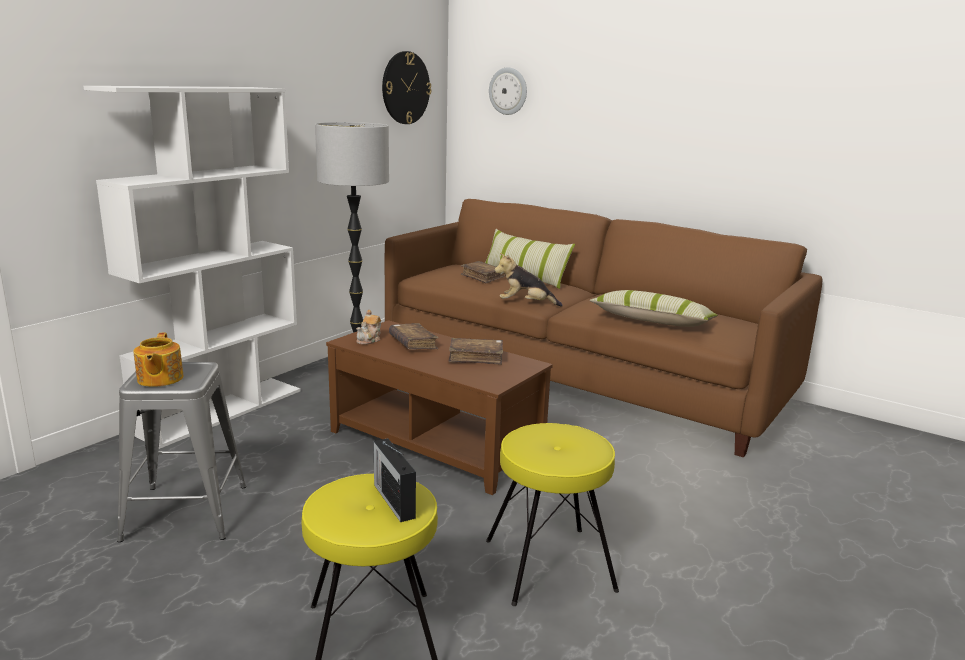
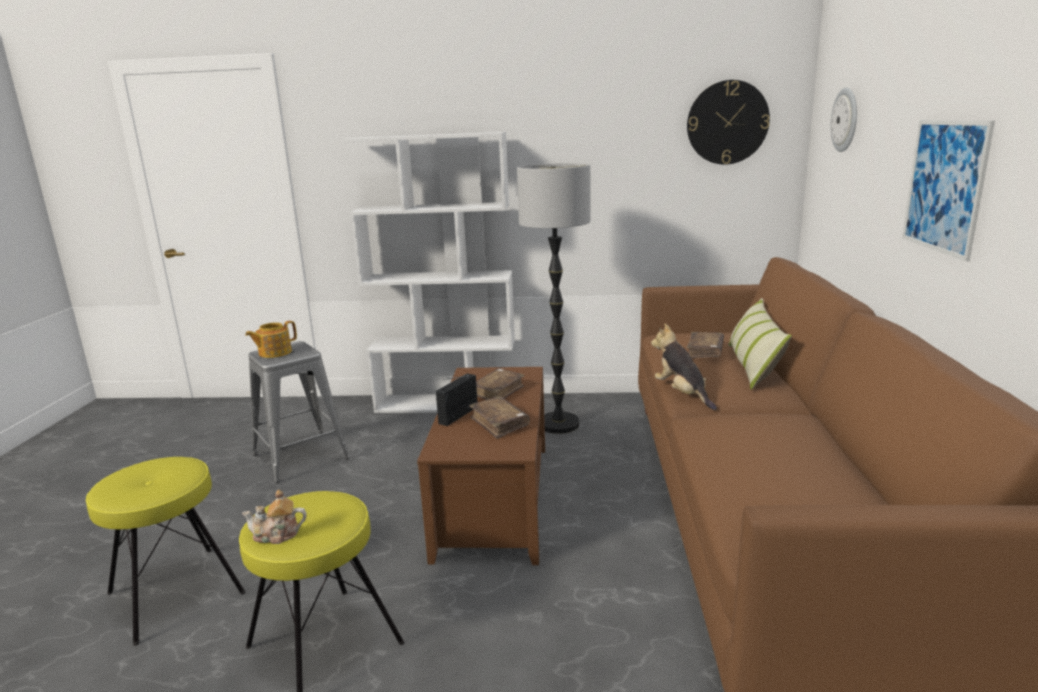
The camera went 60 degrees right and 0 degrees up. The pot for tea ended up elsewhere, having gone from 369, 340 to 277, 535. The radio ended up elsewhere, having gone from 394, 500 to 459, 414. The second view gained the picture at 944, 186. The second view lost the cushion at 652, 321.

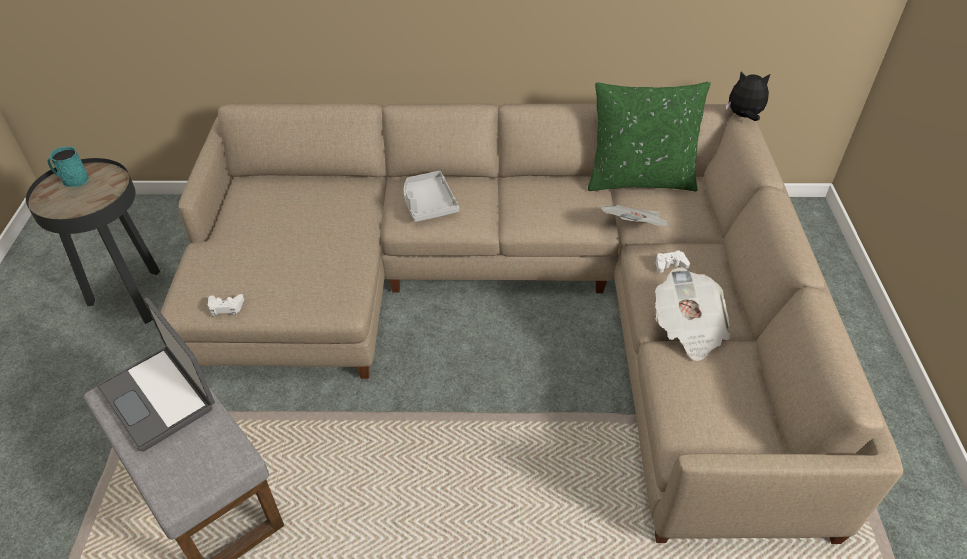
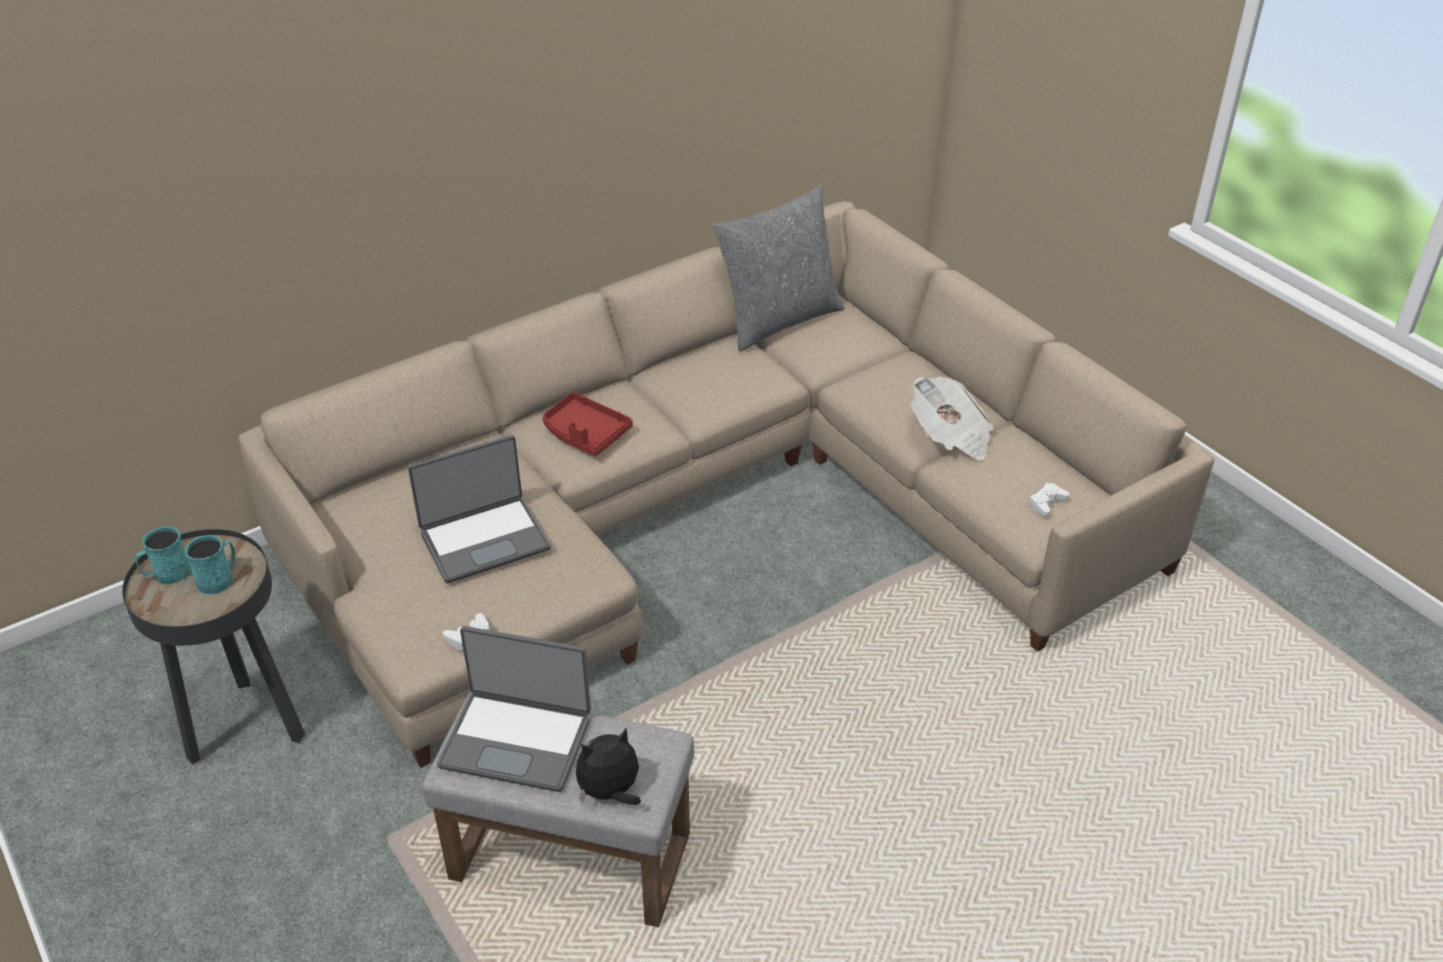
The camera went 35 degrees left and 5 degrees down. The second view gained the mug (turquoise-coloured) at 219, 578. The second view gained the laptop at 484, 539. What was the carrying tray (grey) at 428, 203 turned into the carrying tray (reddish) at 585, 434. The cuddly toy ended up elsewhere, having gone from 743, 116 to 610, 792. What was the cushion (green-coloured) at 639, 179 turned into the cushion (grey) at 778, 320. The gamepad (whitish) ended up elsewhere, having gone from 670, 264 to 1046, 503. The second view lost the daily paper at 634, 229.

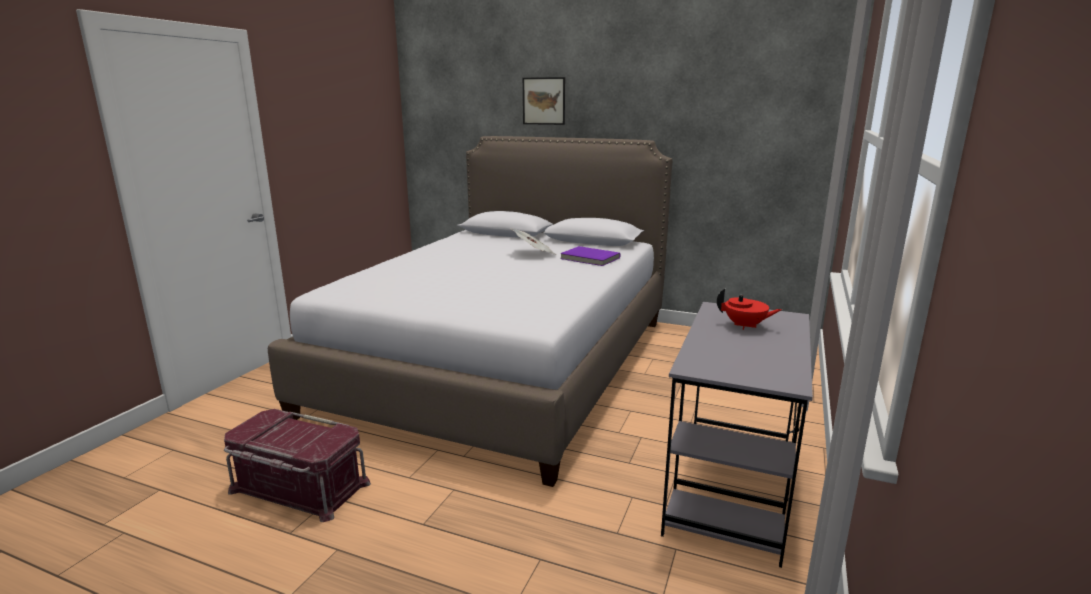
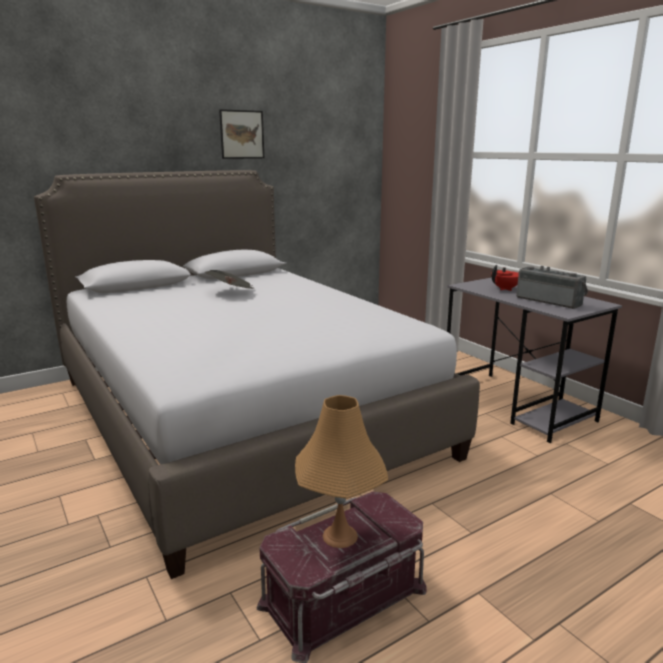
The camera went 55 degrees left and 0 degrees up. The picture ended up elsewhere, having gone from 544, 101 to 242, 134. The second view gained the table lamp (orange-coloured) at 340, 535. The second view gained the radio at 550, 301. The second view lost the volume (purple-coloured) at 589, 258.

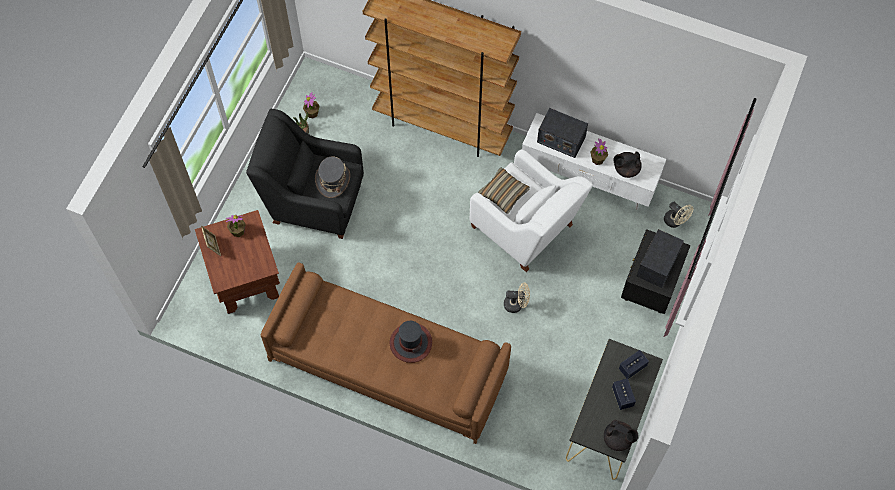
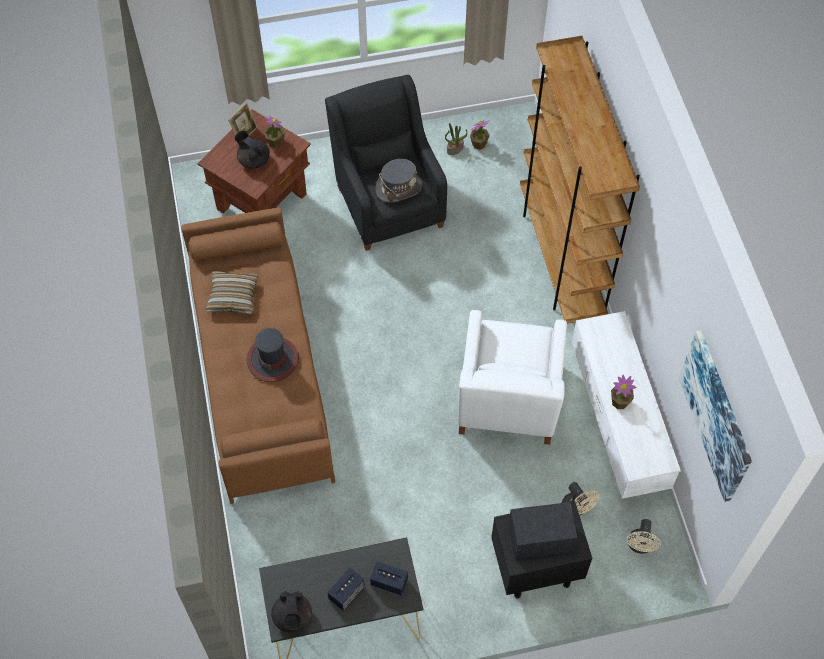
The camera went 55 degrees right and 5 degrees down. The cushion ended up elsewhere, having gone from 504, 193 to 233, 297. The pot for tea (blackish) ended up elsewhere, having gone from 626, 169 to 253, 160. The electric fan (beige) ended up elsewhere, having gone from 516, 304 to 577, 508. The second view gained the picture at 716, 416. The second view lost the radio at 560, 139.

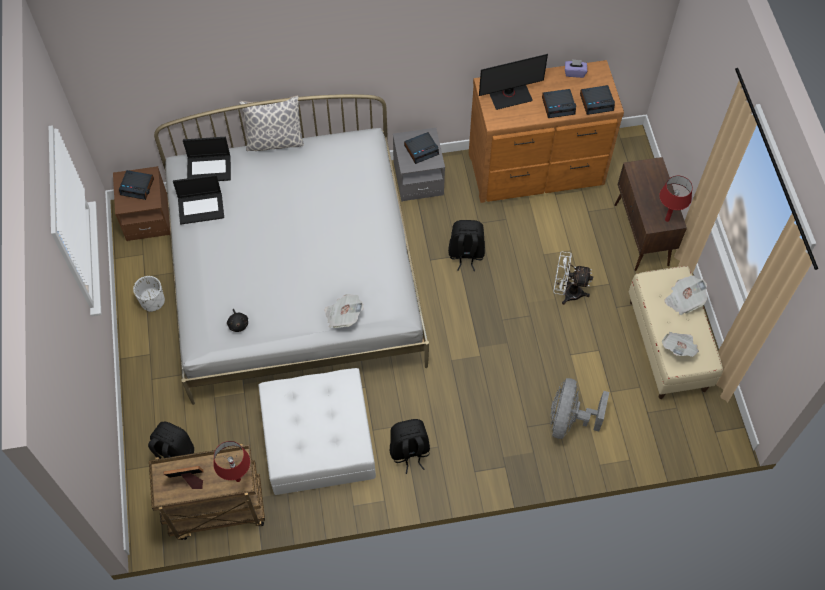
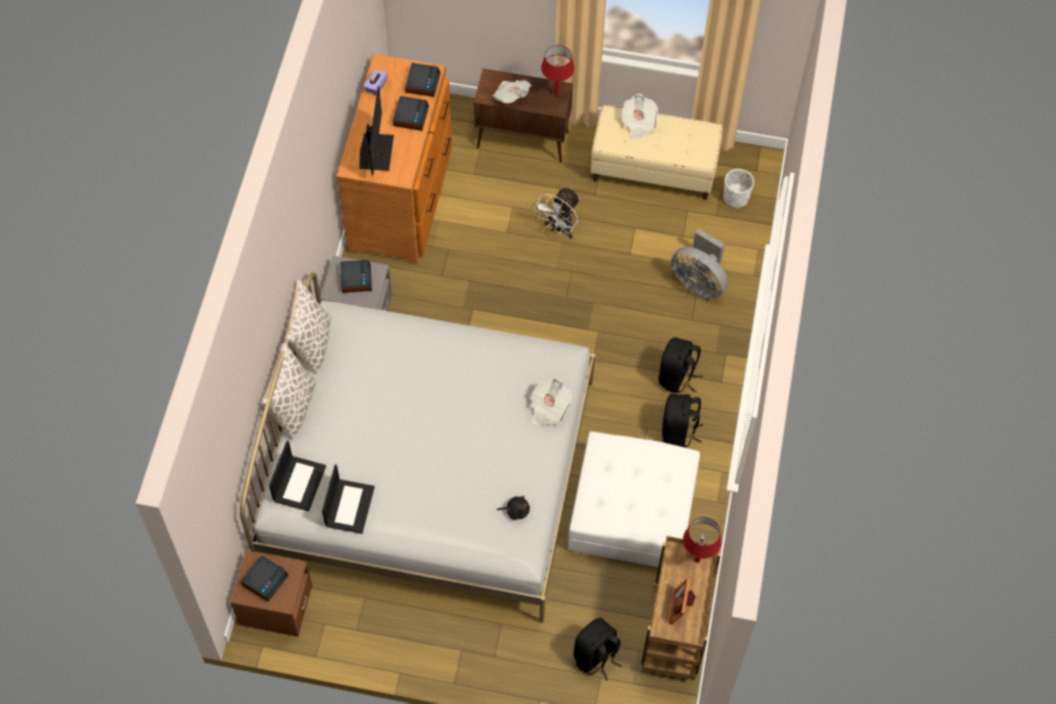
The camera went 70 degrees left and 0 degrees up. The second view gained the cushion at 311, 343. The daily paper ended up elsewhere, having gone from 679, 348 to 511, 96. The knapsack (blackish) ended up elsewhere, having gone from 466, 254 to 677, 377. The planter (whitish) ended up elsewhere, having gone from 152, 301 to 735, 198.

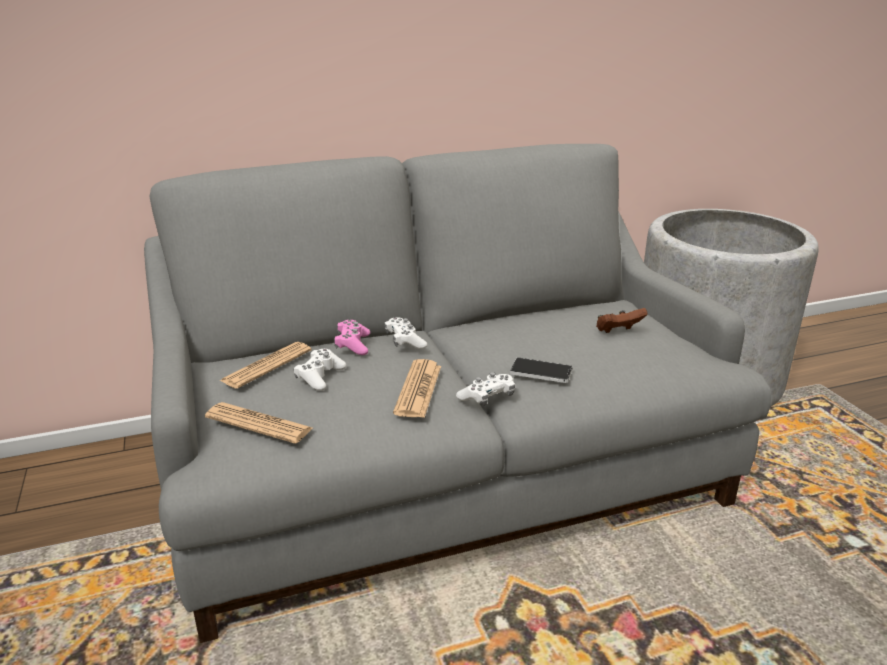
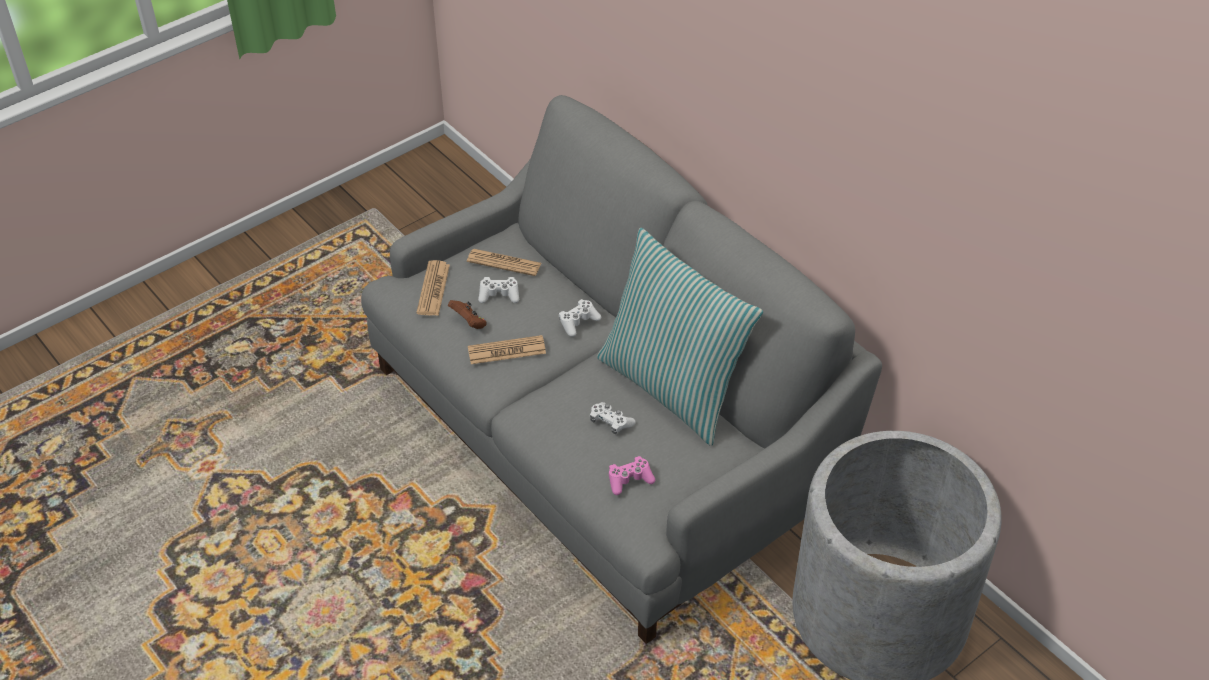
The camera went 70 degrees right and 20 degrees up. The gamepad (brown-coloured) ended up elsewhere, having gone from 618, 332 to 469, 323. The gamepad (whitish) ended up elsewhere, having gone from 487, 398 to 610, 422. The second view gained the cushion at 673, 387. The gamepad (pink) ended up elsewhere, having gone from 353, 345 to 629, 480. The second view lost the handset at 541, 372.

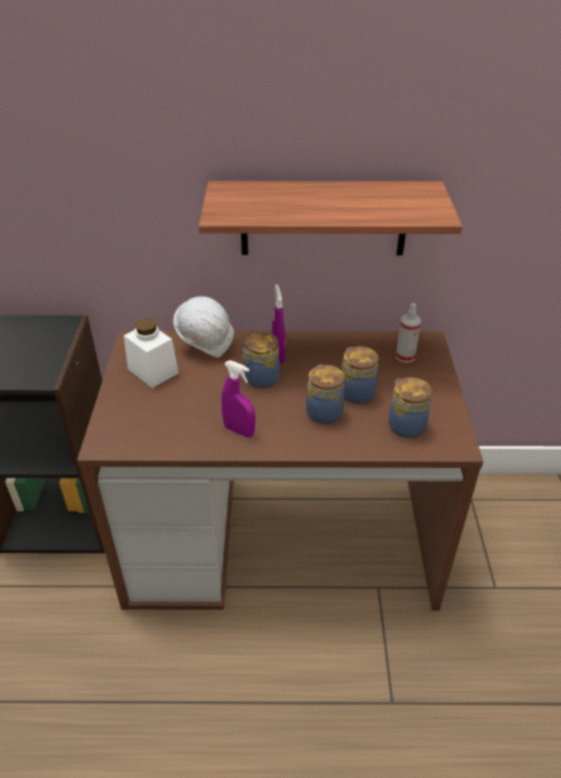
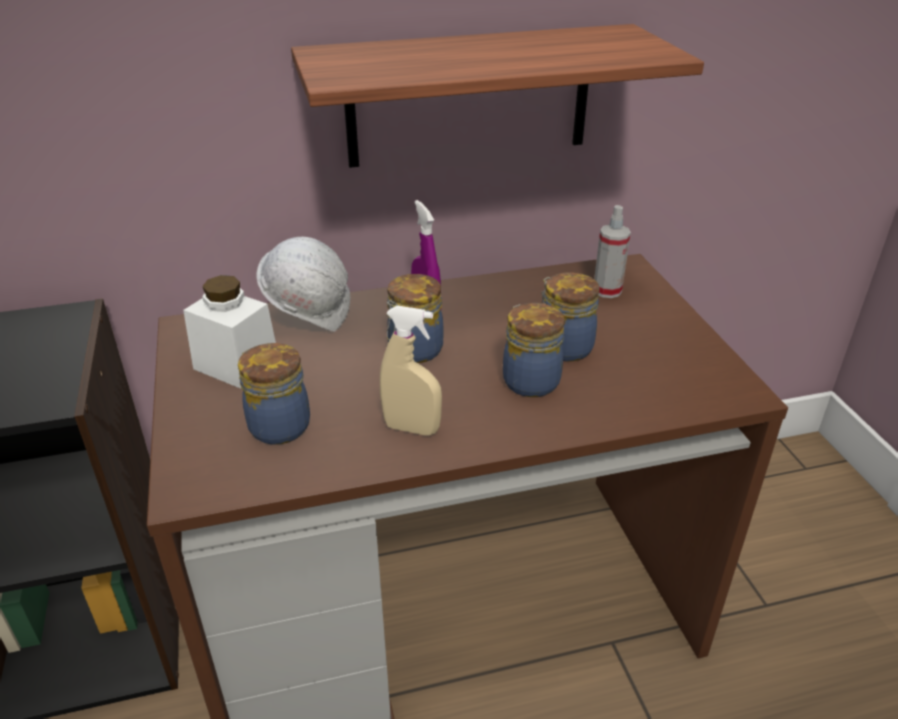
The camera went 15 degrees left and 5 degrees down. The jar ended up elsewhere, having gone from 405, 425 to 277, 425. What was the hand sprayer (purple-coloured) at 239, 430 turned into the hand sprayer (beige) at 411, 428.

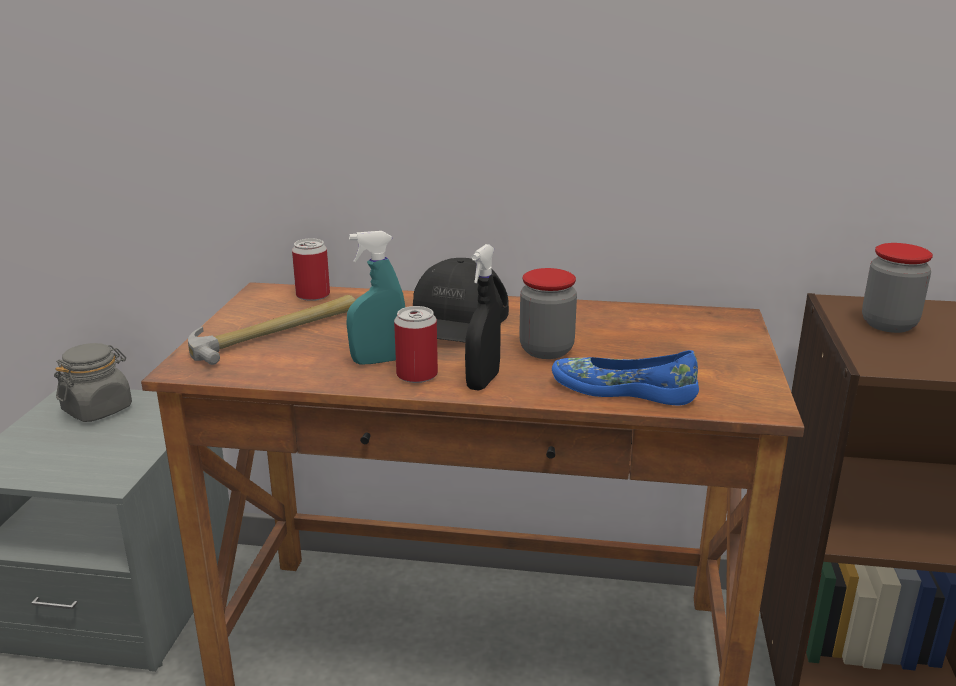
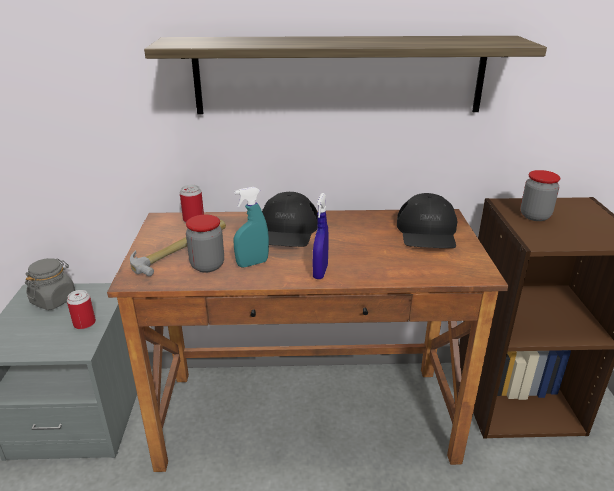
The camera went 10 degrees left and 5 degrees up. The can ended up elsewhere, having gone from 417, 375 to 84, 323. The second view gained the shelf at 339, 75. The jar ended up elsewhere, having gone from 546, 350 to 207, 265. What was the hand sprayer (blackish) at 483, 381 turned into the hand sprayer (blue) at 320, 272. The second view gained the cap (blackish) at 427, 232. The second view lost the low shoe (blue) at 623, 390.

